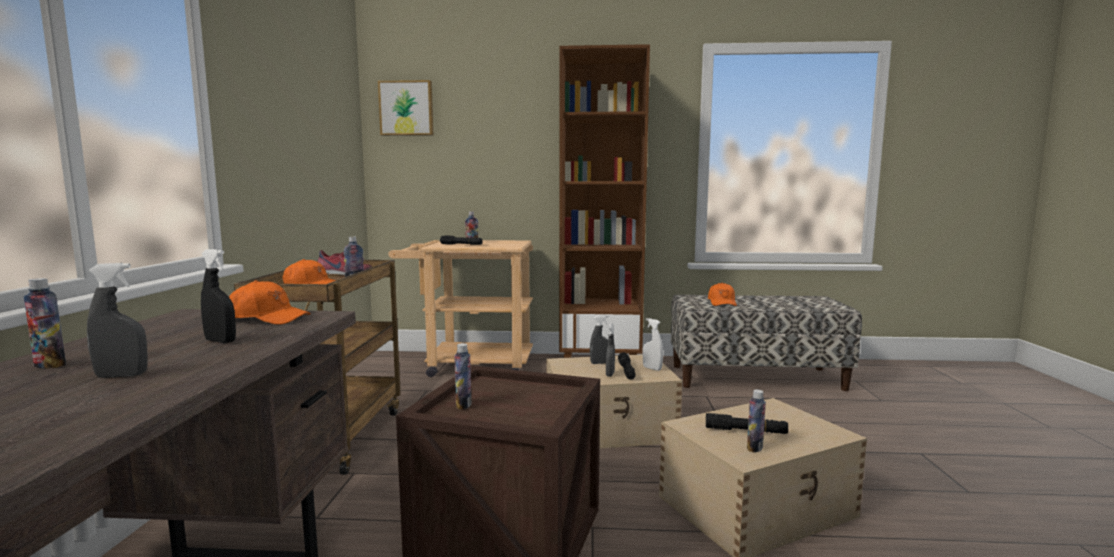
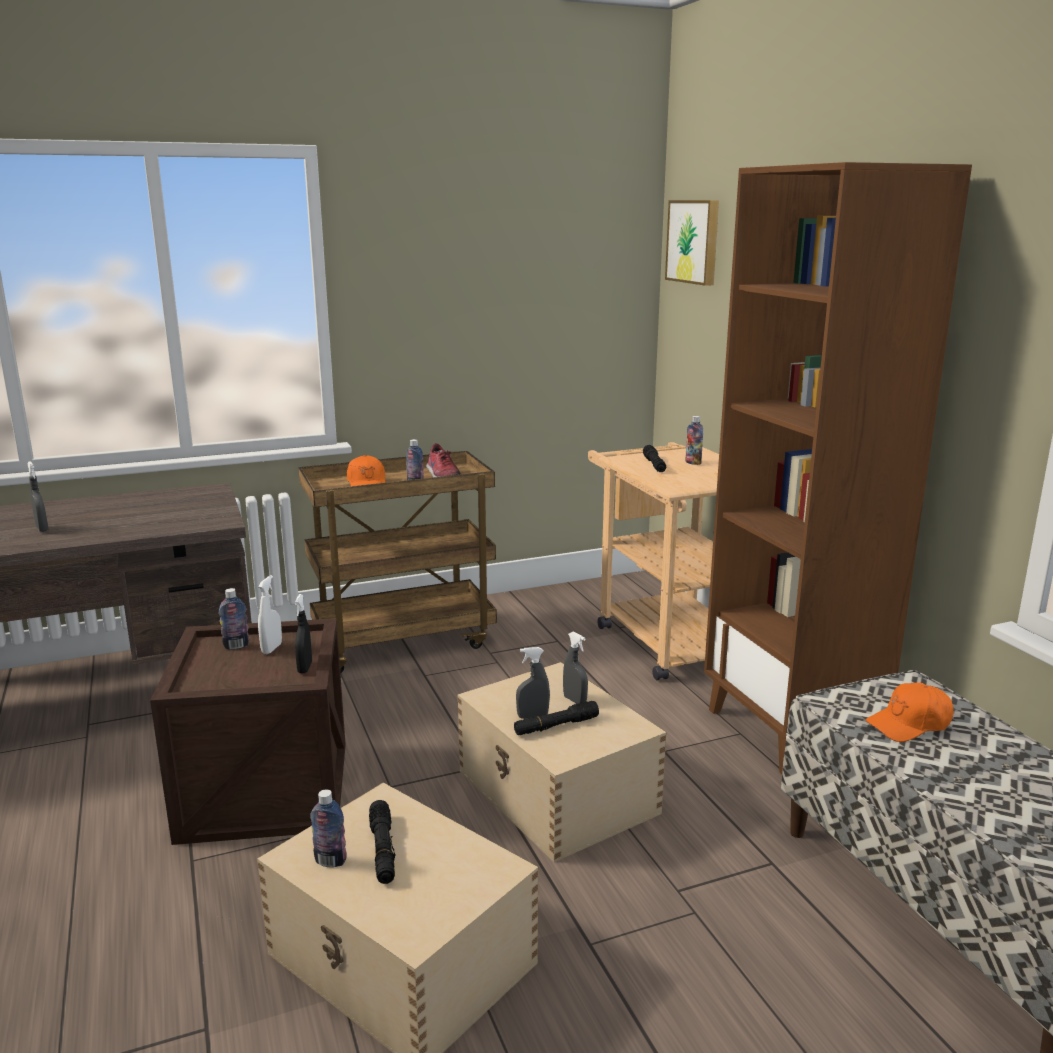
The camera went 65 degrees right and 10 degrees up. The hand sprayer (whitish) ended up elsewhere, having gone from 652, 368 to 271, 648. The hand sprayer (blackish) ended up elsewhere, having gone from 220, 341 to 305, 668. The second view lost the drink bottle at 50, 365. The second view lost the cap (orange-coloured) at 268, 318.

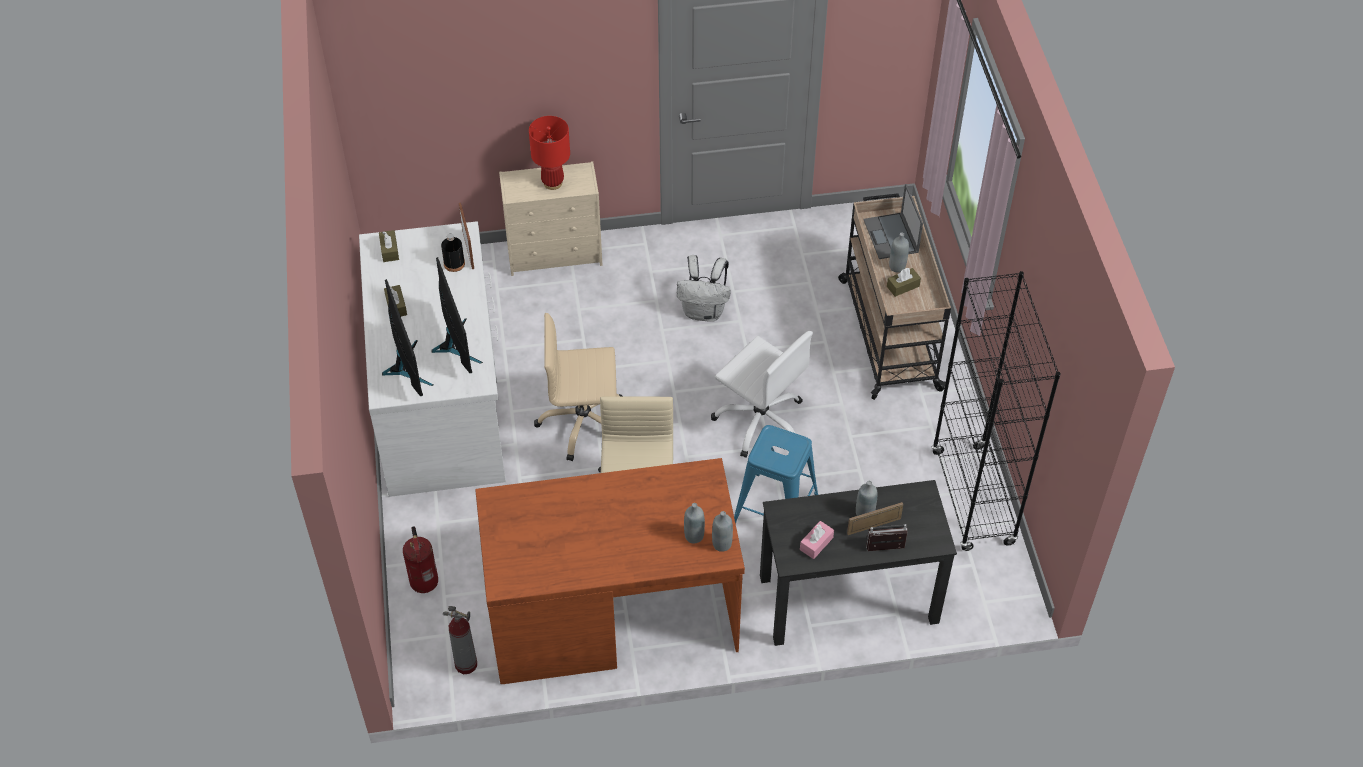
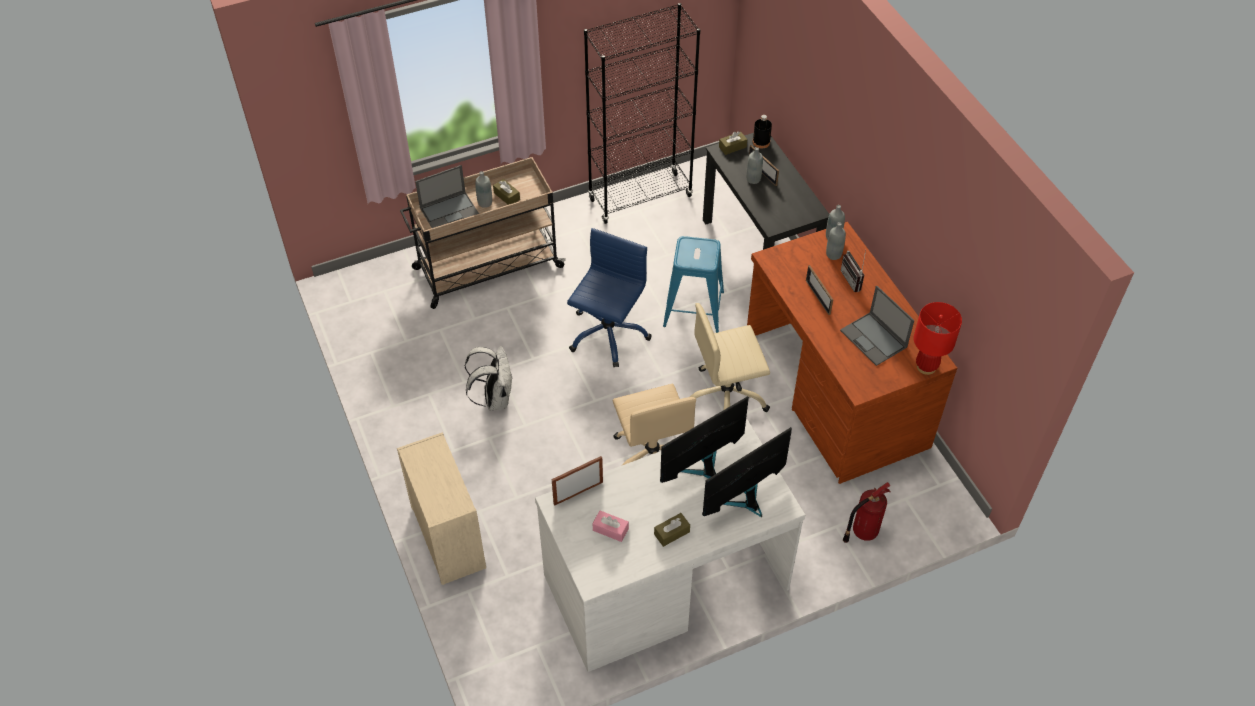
The camera went 105 degrees left and 0 degrees up. What was the office chair (whitish) at 761, 421 turned into the office chair (blue) at 608, 334. The tissue holder (pink) ended up elsewhere, having gone from 816, 543 to 610, 529. The tissue holder (brown-coloured) ended up elsewhere, having gone from 389, 250 to 732, 147. The drink bottle (blackish) ended up elsewhere, having gone from 454, 264 to 761, 142. The second view gained the picture frame at 818, 297. The second view gained the laptop at 874, 339. The radio ended up elsewhere, having gone from 885, 550 to 854, 280. The table lamp (reddish) ended up elsewhere, having gone from 552, 183 to 926, 367. The second view lost the fire-fighting cylinder at 465, 664.

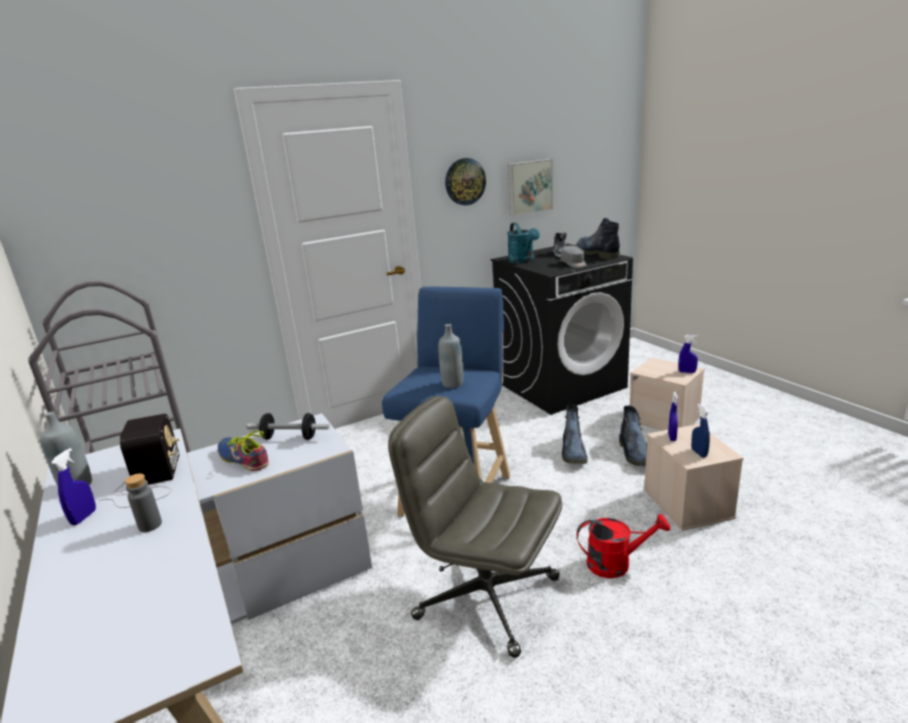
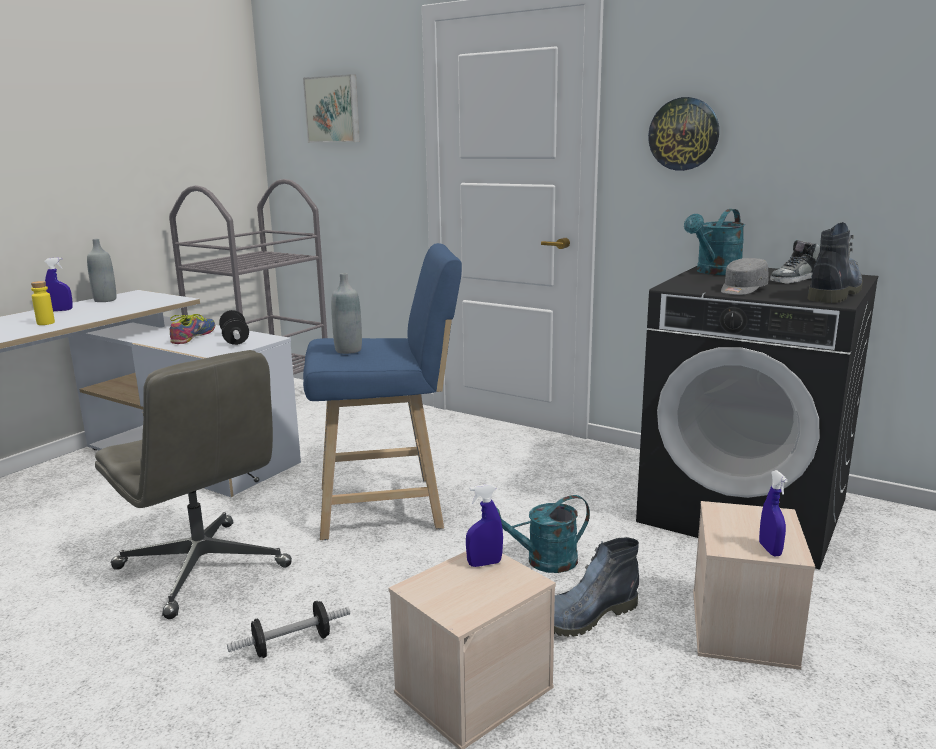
The camera went 60 degrees right and 5 degrees down. What was the drink bottle (grey) at 150, 525 turned into the drink bottle (yellowish) at 46, 323. The office chair (grey) at 485, 597 ended up facing another way, 135 degrees clockwise from before. Where the watering can (reddish) stood at 616, 563, the dumbbell came to stand at 292, 644. The picture ended up elsewhere, having gone from 529, 187 to 333, 109. Where the boot stood at 574, 452, the watering can (turquoise-coloured) came to stand at 543, 562. The second view lost the radio at 149, 481. The second view lost the hand sprayer (blue) at 699, 453.

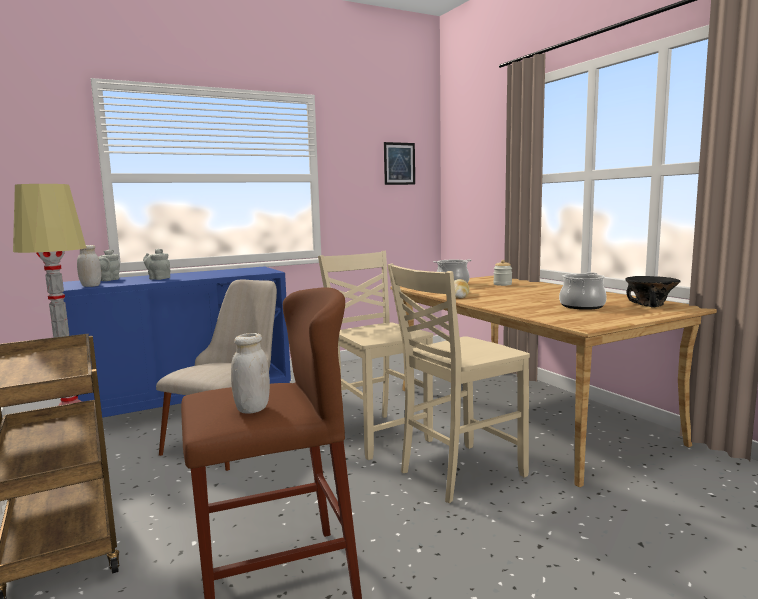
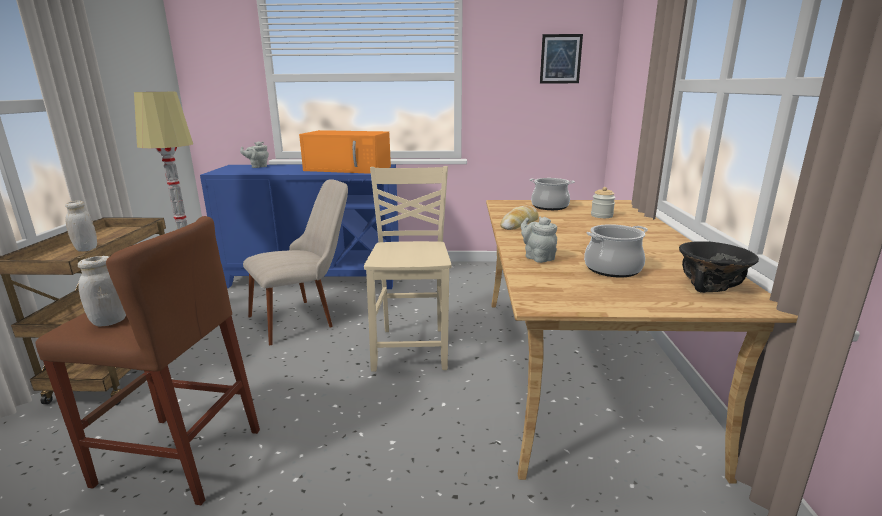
The camera went 30 degrees right and 10 degrees up. The jar (whitish) ended up elsewhere, having gone from 91, 286 to 86, 249. The second view gained the kitchen microwave (orange-coloured) at 349, 169. The pot for tea (grey) ended up elsewhere, having gone from 158, 278 to 537, 257. The second view lost the upright chair (beige) at 459, 473.

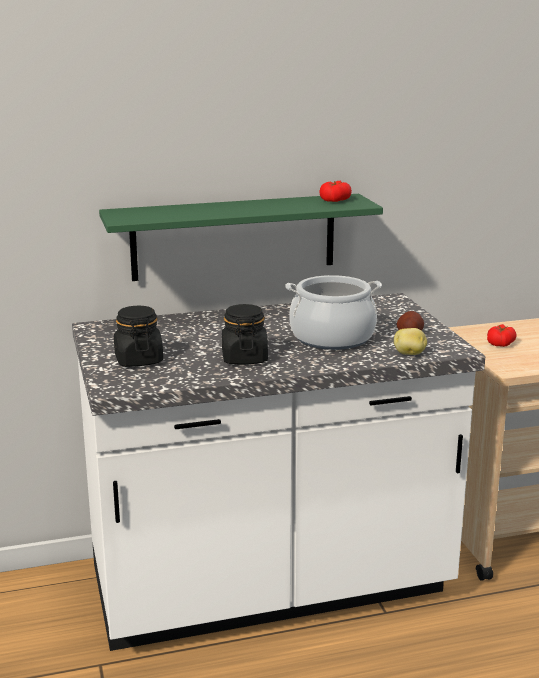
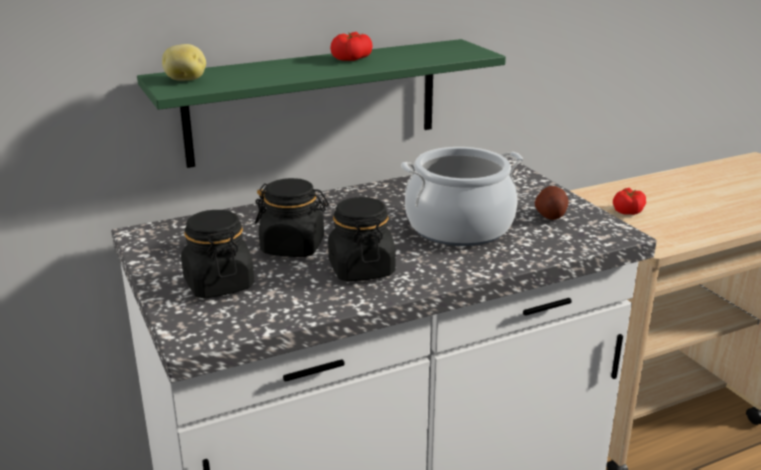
The camera went 10 degrees left and 5 degrees up. The whole potato ended up elsewhere, having gone from 410, 354 to 186, 80. The second view gained the jar (blackish) at 293, 247. The fresh tomato ended up elsewhere, having gone from 335, 200 to 351, 58.

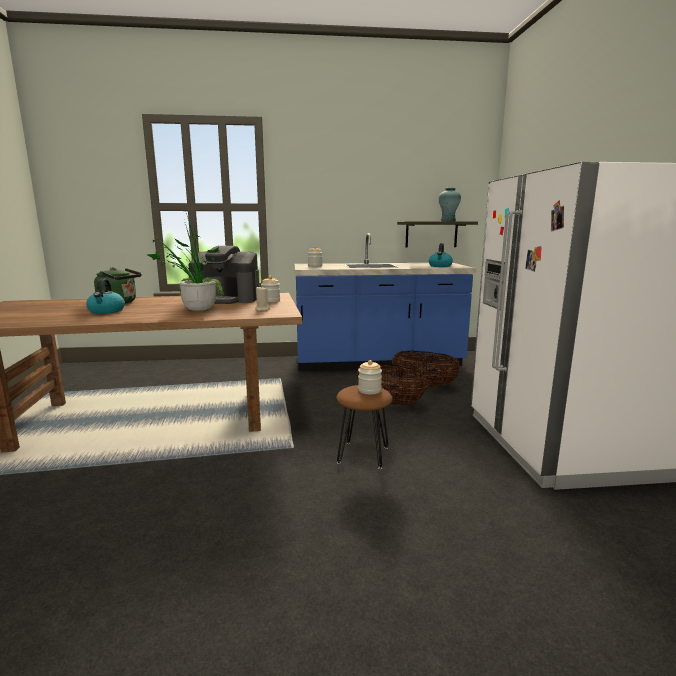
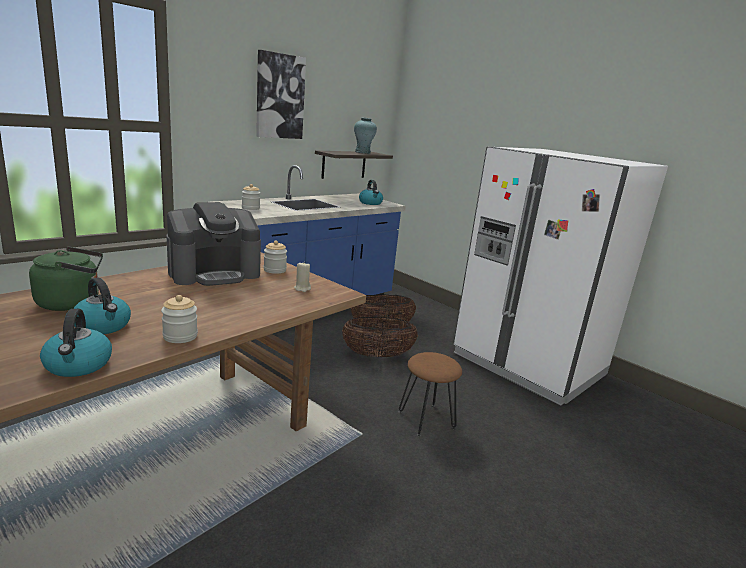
The camera went 40 degrees left and 5 degrees up. The second view gained the kettle at 78, 365. The jar ended up elsewhere, having gone from 369, 390 to 180, 336. The second view gained the picture at 279, 96. The second view lost the potted plant at 193, 310.

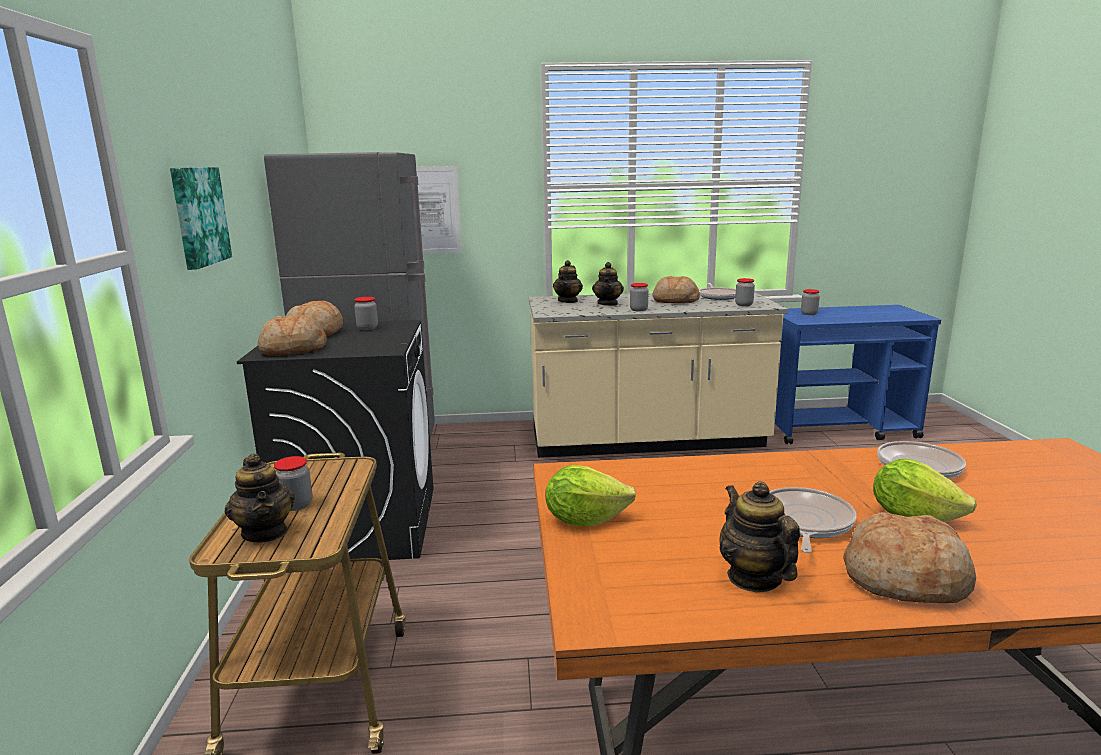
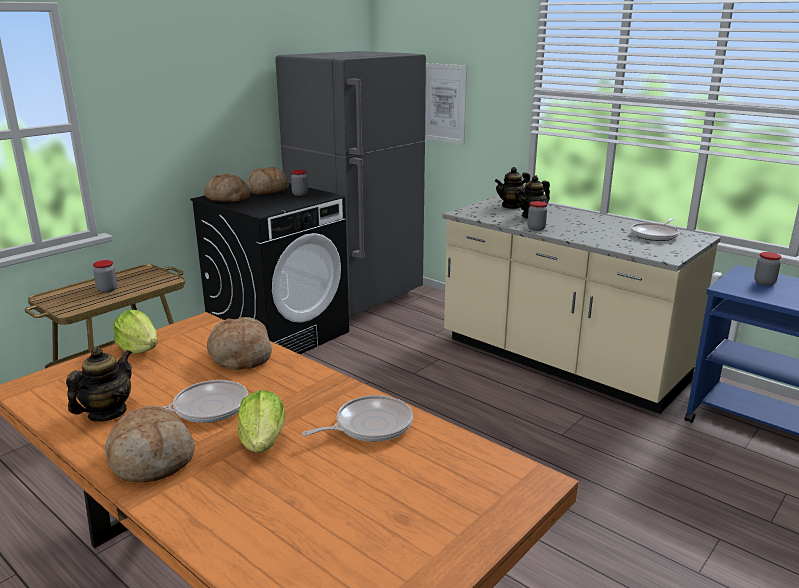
The camera went 45 degrees right and 5 degrees up. The baked bread ended up elsewhere, having gone from 675, 301 to 240, 356. The second view lost the picture at 198, 216. The second view lost the pot for tea at 265, 532. The second view lost the jar at 744, 305.

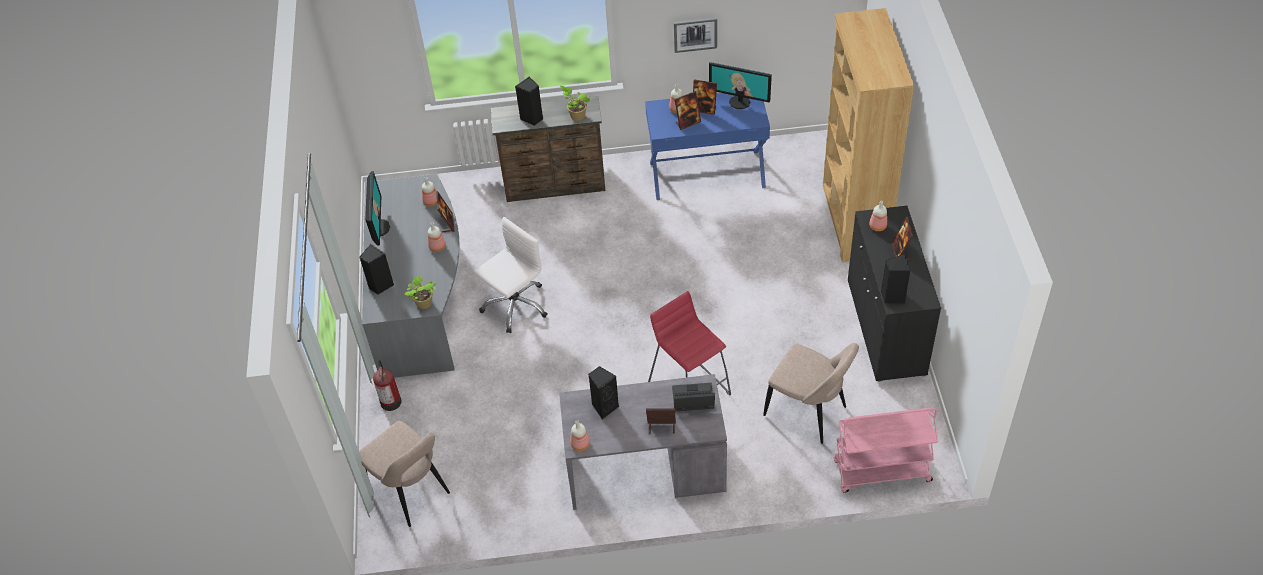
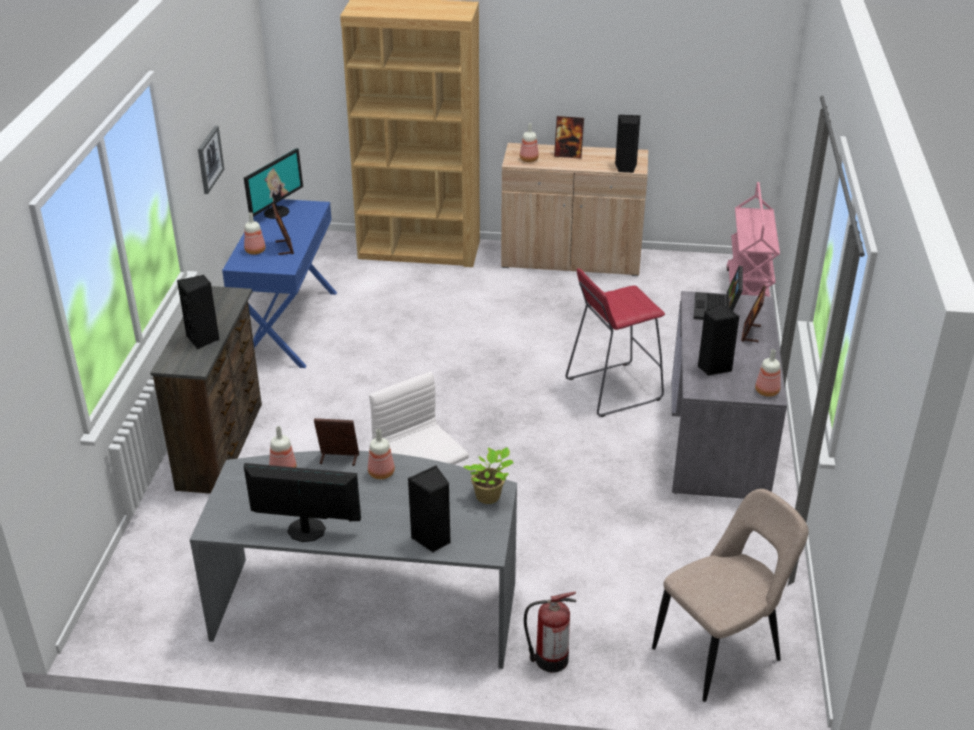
The camera went 80 degrees left and 15 degrees down. What was the storage cabinet (blackish) at 885, 327 turned into the storage cabinet (beige) at 571, 259. The second view lost the potted plant at 576, 116. The second view lost the picture frame at 704, 109. The second view lost the upright chair (beige) at 808, 413.

